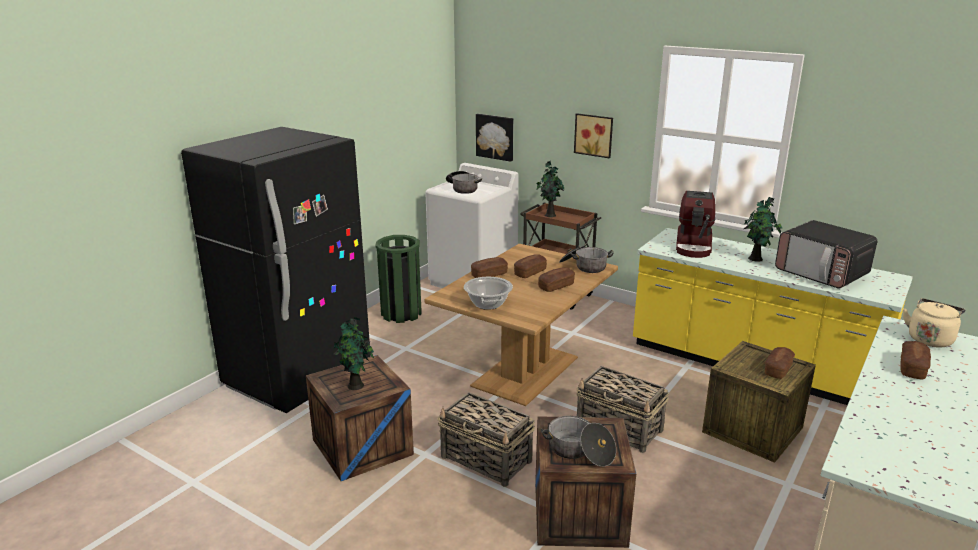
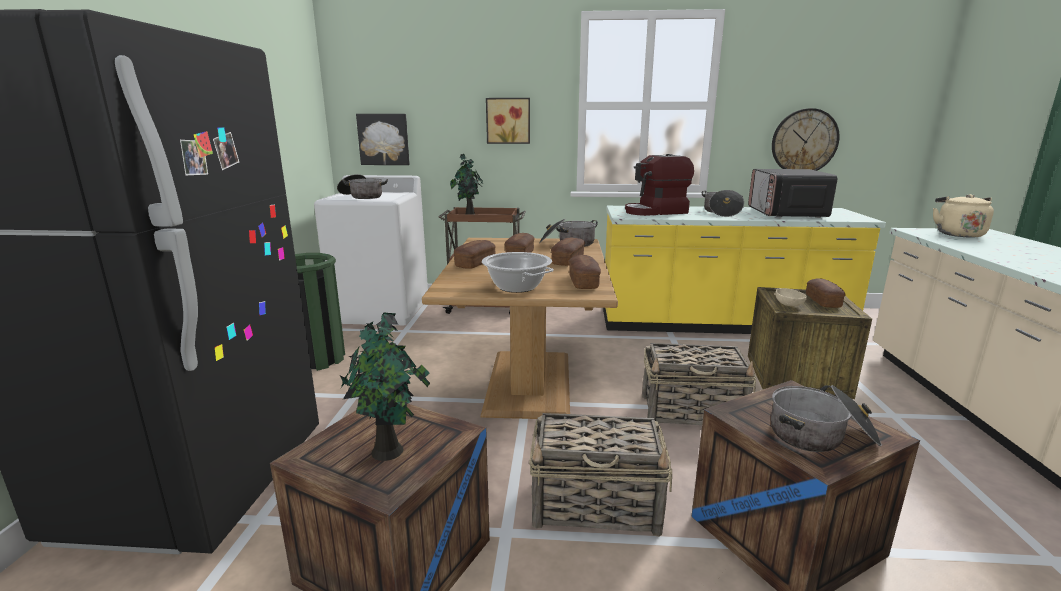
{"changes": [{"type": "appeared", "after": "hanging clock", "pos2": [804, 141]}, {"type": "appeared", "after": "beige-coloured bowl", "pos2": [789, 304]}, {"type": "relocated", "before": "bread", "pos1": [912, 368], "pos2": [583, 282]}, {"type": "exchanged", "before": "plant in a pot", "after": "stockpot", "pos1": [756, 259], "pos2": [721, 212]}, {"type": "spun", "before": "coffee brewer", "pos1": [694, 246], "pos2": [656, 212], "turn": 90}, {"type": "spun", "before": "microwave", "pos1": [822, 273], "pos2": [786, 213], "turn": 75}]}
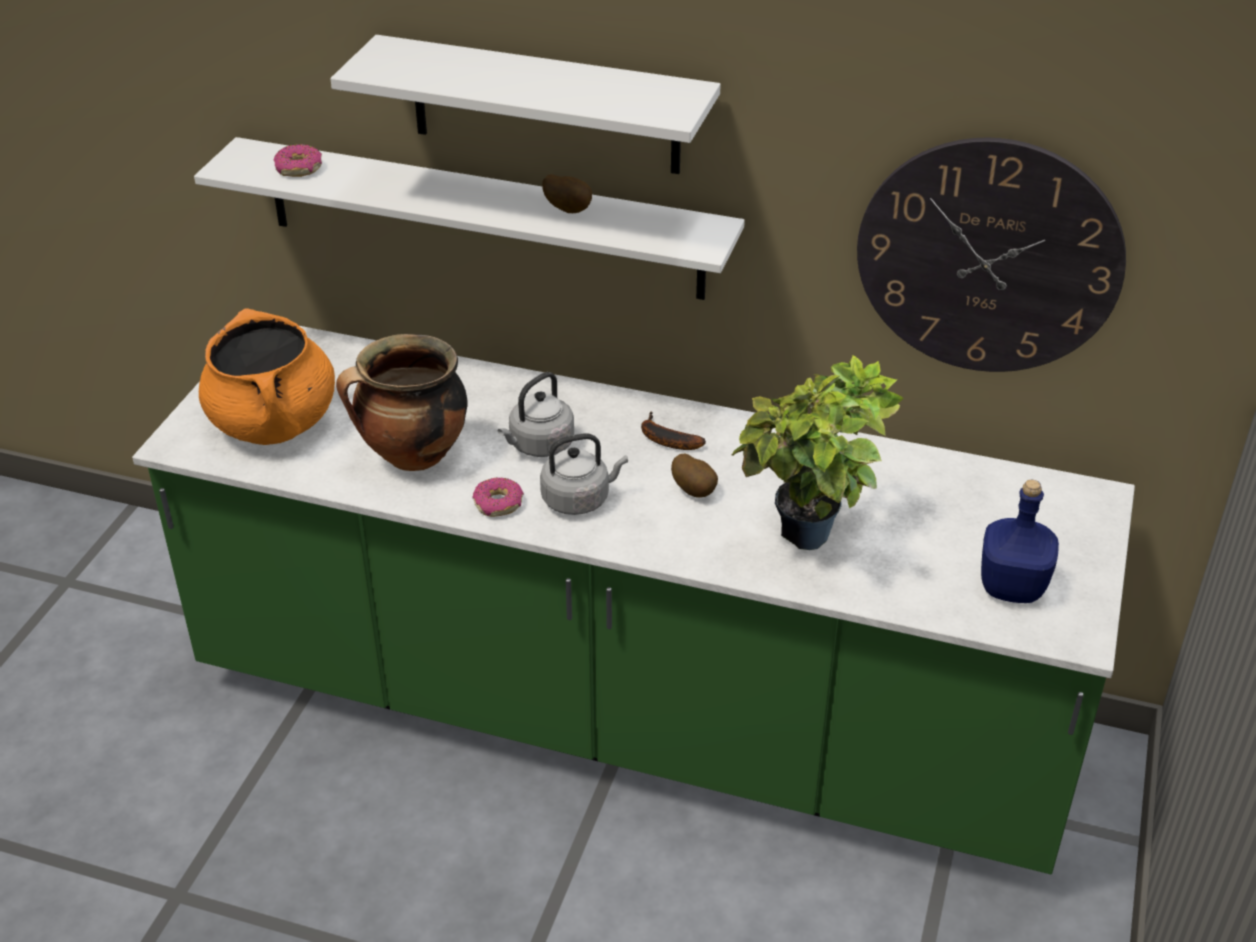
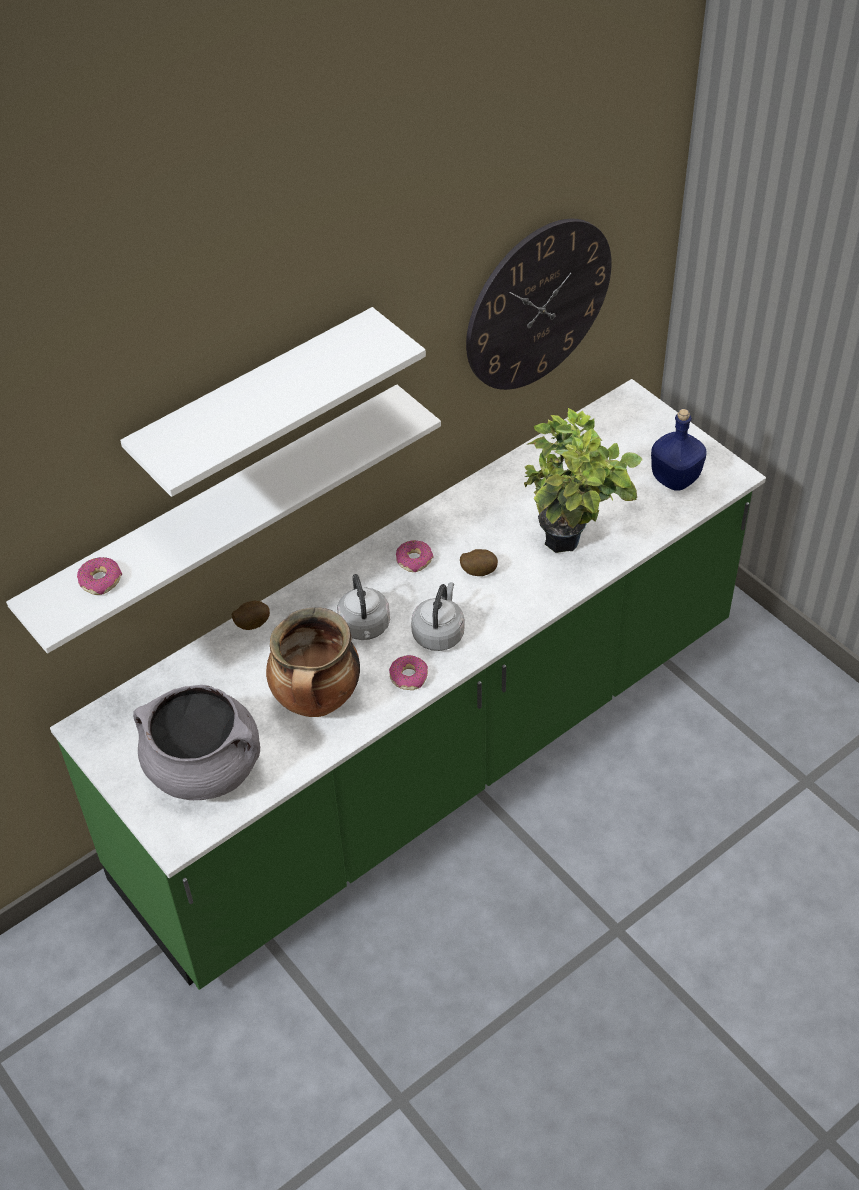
{"changes": [{"type": "relocated", "before": "whole potato", "pos1": [569, 209], "pos2": [251, 624]}, {"type": "exchanged", "before": "banana fruit", "after": "donut", "pos1": [665, 439], "pos2": [414, 560]}, {"type": "colour", "before": "orange-coloured stockpot", "after": "grey stockpot", "pos1": [274, 423], "pos2": [205, 767]}]}
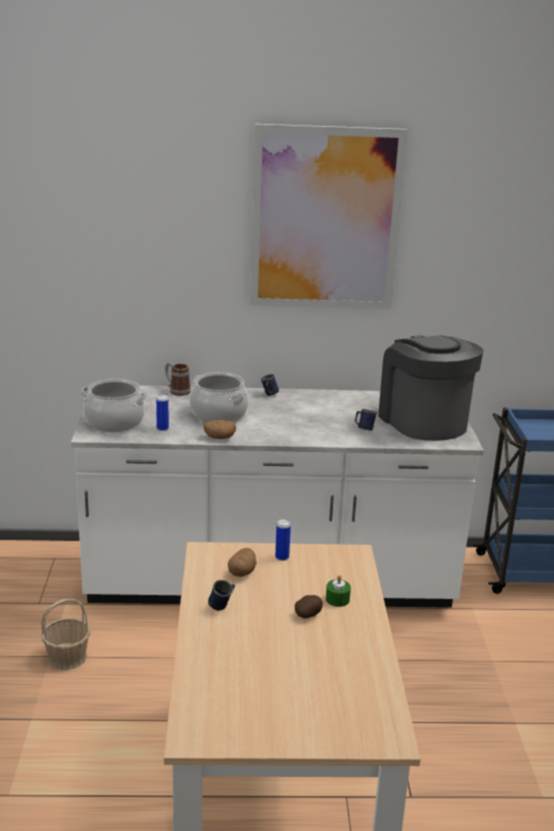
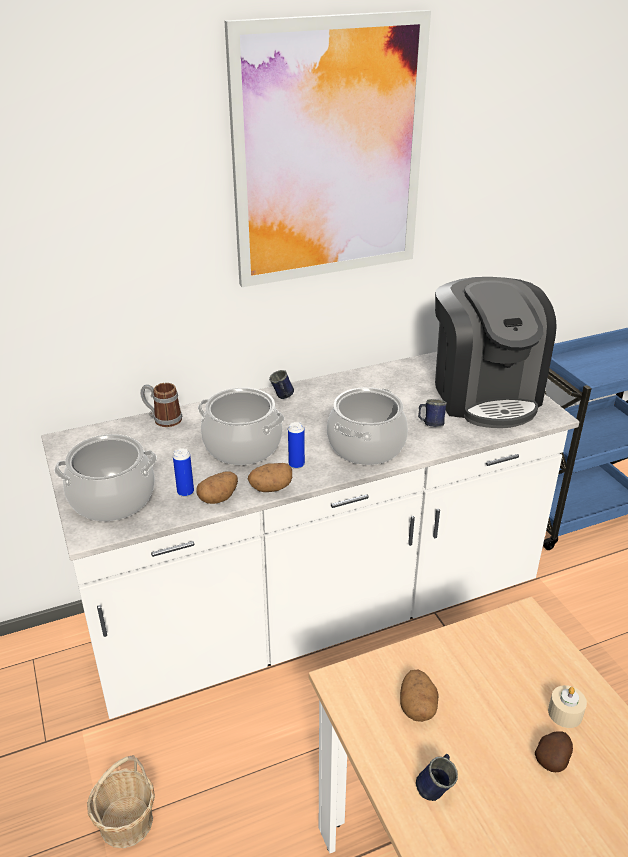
{"changes": [{"type": "appeared", "after": "whole potato", "pos2": [218, 498]}, {"type": "appeared", "after": "stockpot", "pos2": [366, 446]}, {"type": "relocated", "before": "sealed can", "pos1": [282, 557], "pos2": [296, 464]}, {"type": "colour", "before": "greenish candle", "after": "beige-coloured candle", "pos1": [337, 599], "pos2": [565, 713]}, {"type": "spun", "before": "coffee brewer", "pos1": [423, 421], "pos2": [484, 394], "turn": -150}]}
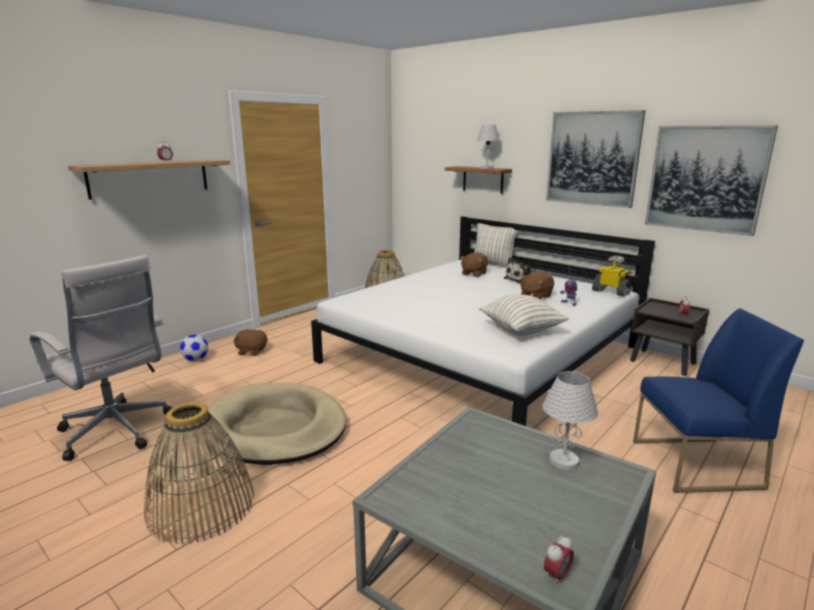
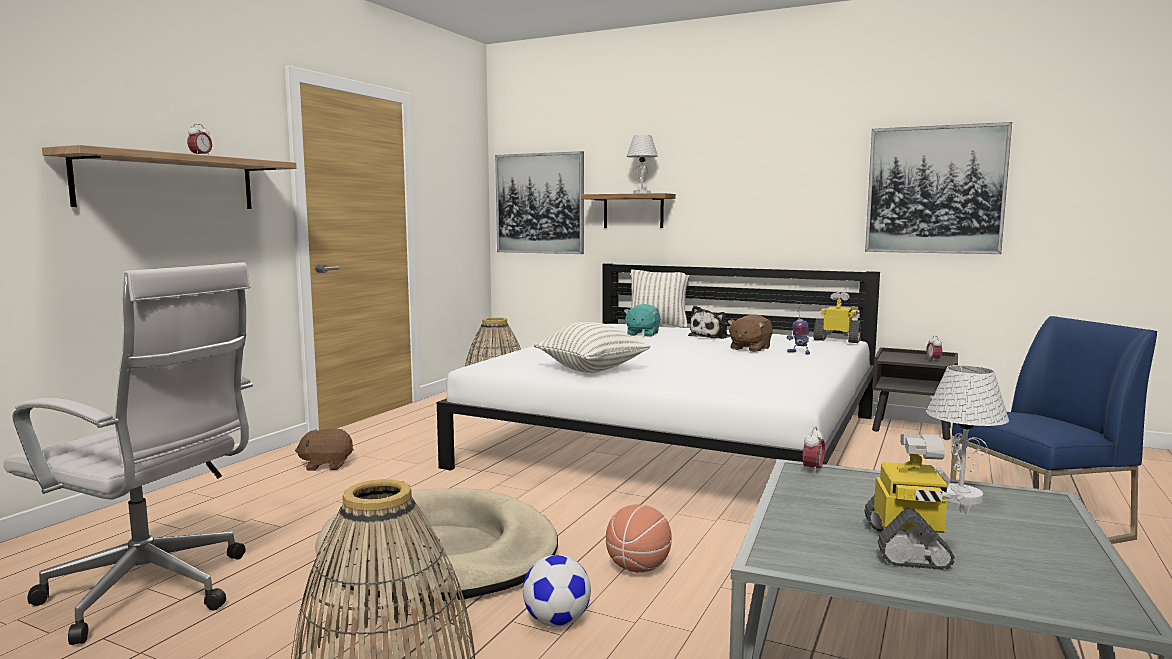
{"changes": [{"type": "appeared", "after": "ball for basketball", "pos2": [638, 568]}, {"type": "appeared", "after": "model robot", "pos2": [908, 546]}, {"type": "relocated", "before": "ball for football", "pos1": [195, 359], "pos2": [557, 621]}, {"type": "relocated", "before": "cushion", "pos1": [521, 330], "pos2": [591, 369]}, {"type": "relocated", "before": "table clock", "pos1": [557, 575], "pos2": [812, 470]}, {"type": "relocated", "before": "picture", "pos1": [592, 158], "pos2": [540, 203]}, {"type": "colour", "before": "brownish plush toy", "after": "blue-green plush toy", "pos1": [473, 273], "pos2": [642, 334]}]}
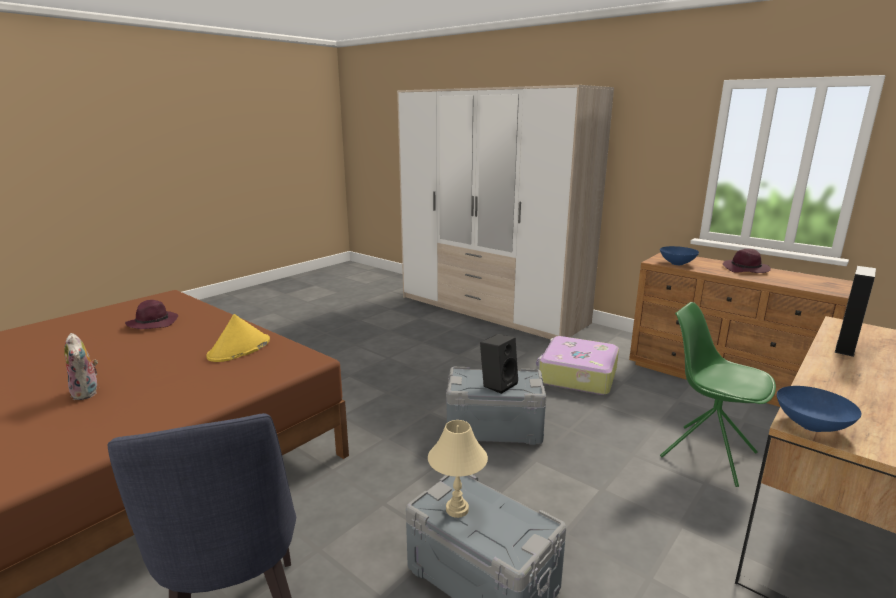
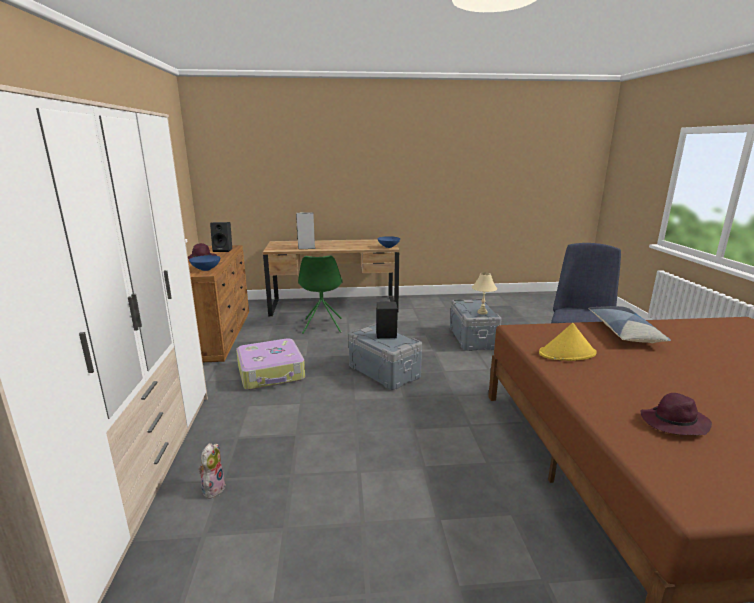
{"changes": [{"type": "appeared", "after": "blackish audio speaker", "pos2": [223, 250]}, {"type": "appeared", "after": "cushion", "pos2": [624, 332]}, {"type": "relocated", "before": "plush toy", "pos1": [87, 393], "pos2": [213, 488]}]}
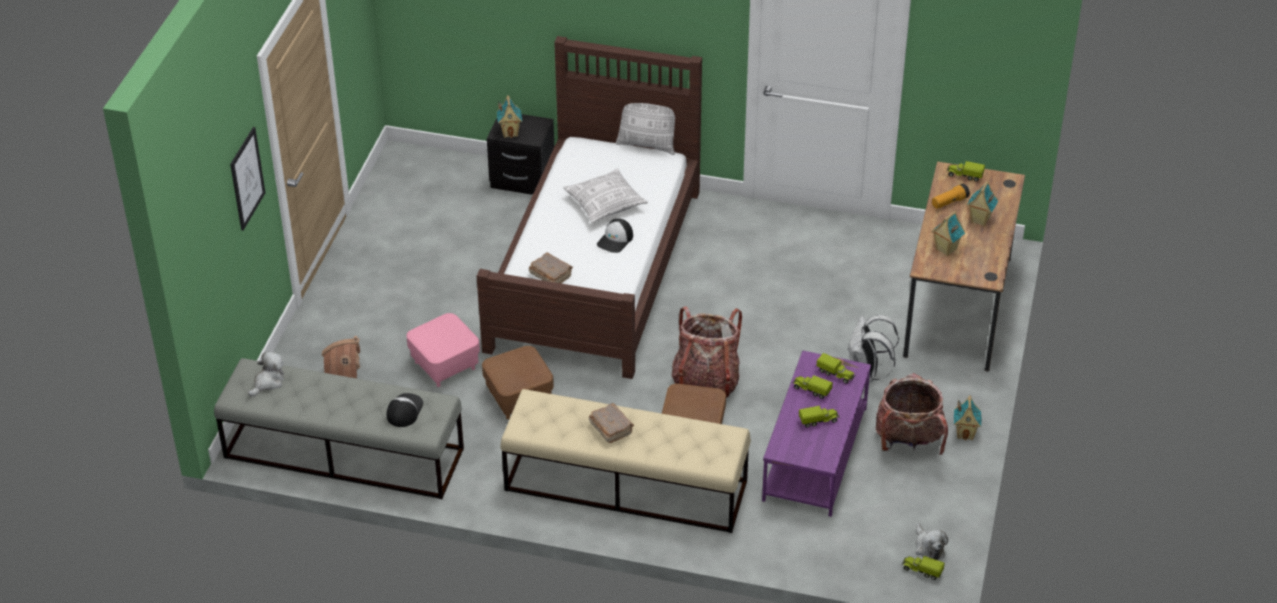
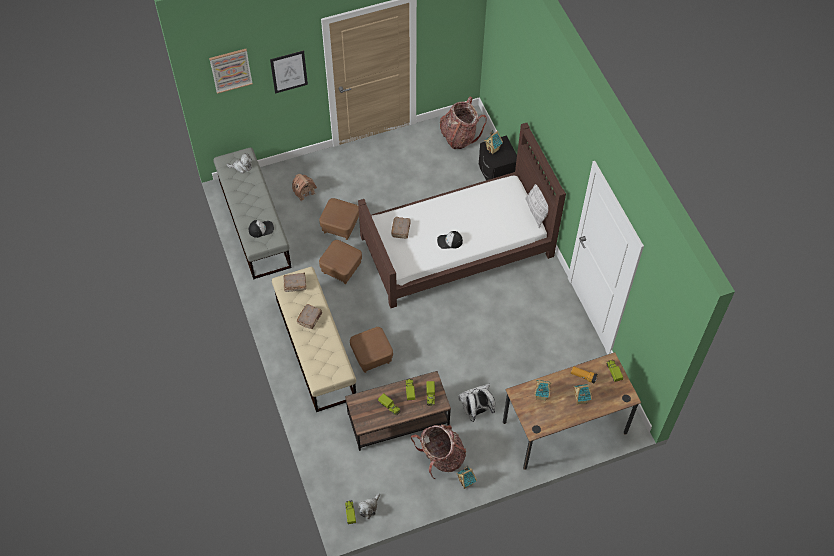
{"changes": [{"type": "missing", "before": "cushion", "pos1": [605, 204]}, {"type": "appeared", "after": "picture", "pos2": [231, 70]}, {"type": "appeared", "after": "brownish volume", "pos2": [294, 285]}, {"type": "relocated", "before": "knapsack", "pos1": [706, 381], "pos2": [459, 137]}, {"type": "colour", "before": "pinkish footrest", "after": "brownish footrest", "pos1": [445, 365], "pos2": [340, 226]}, {"type": "colour", "before": "purple low table", "after": "brownish low table", "pos1": [814, 453], "pos2": [398, 418]}]}
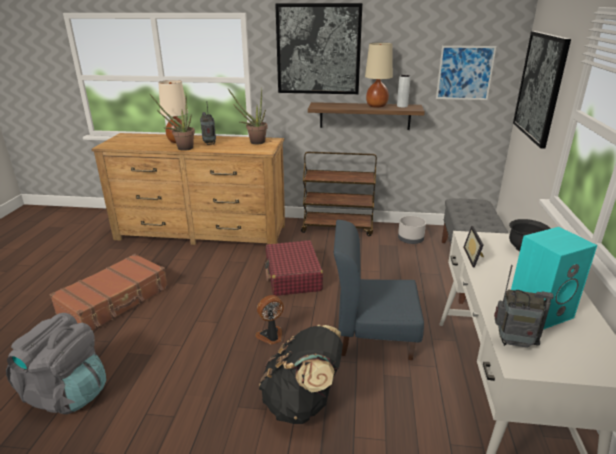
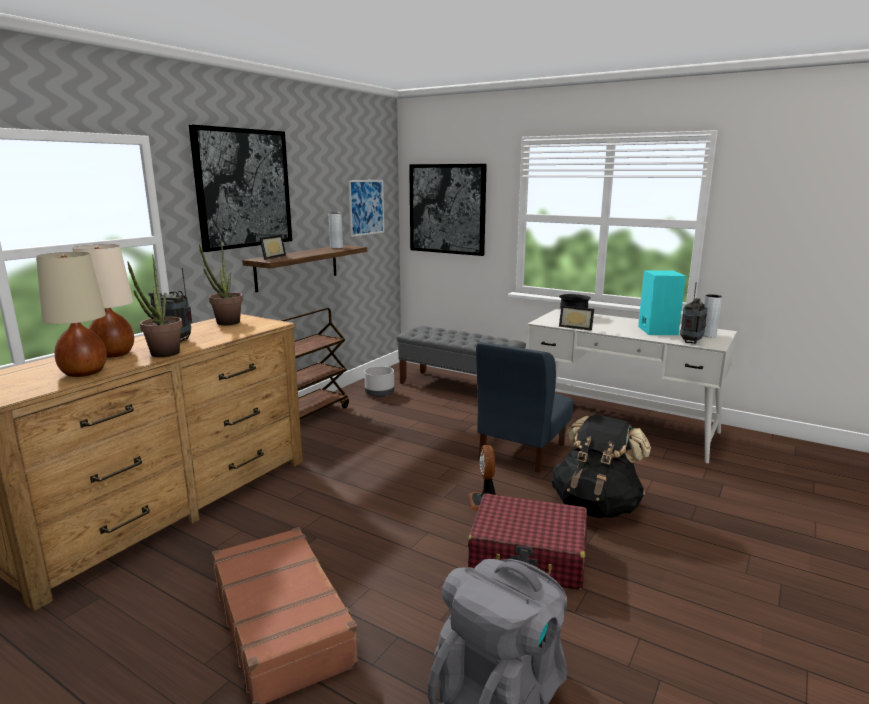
{"changes": [{"type": "appeared", "after": "standing frame", "pos2": [271, 257]}, {"type": "appeared", "after": "grey vase", "pos2": [708, 335]}, {"type": "relocated", "before": "reddish piece of luggage", "pos1": [293, 276], "pos2": [528, 555]}, {"type": "relocated", "before": "beige-coloured table lamp", "pos1": [376, 106], "pos2": [83, 373]}]}
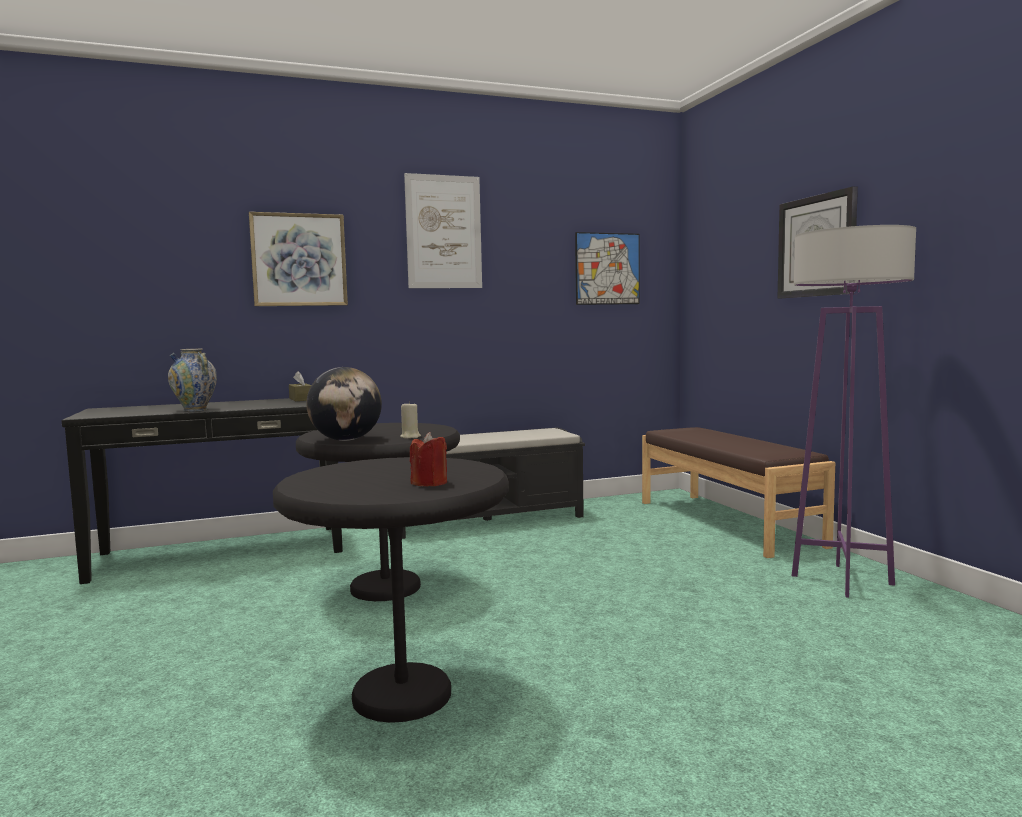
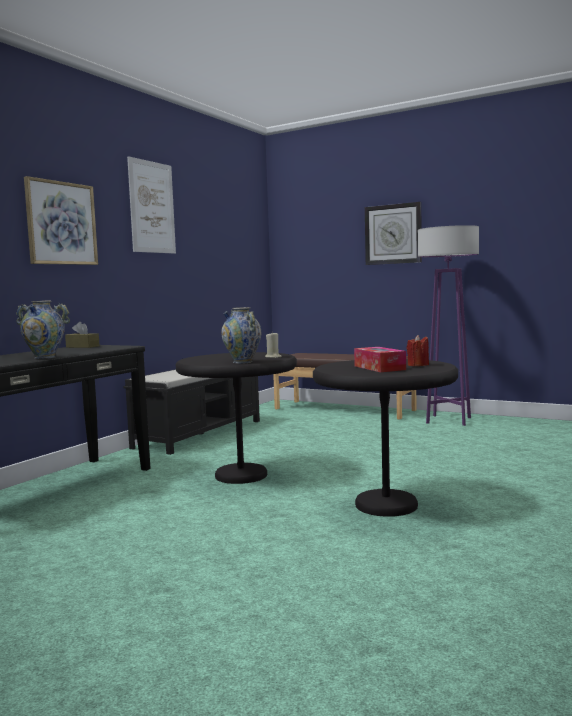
{"changes": [{"type": "missing", "before": "picture", "pos1": [607, 269]}, {"type": "appeared", "after": "tissue box", "pos2": [379, 368]}, {"type": "exchanged", "before": "world globe", "after": "vase", "pos1": [346, 440], "pos2": [242, 362]}]}
